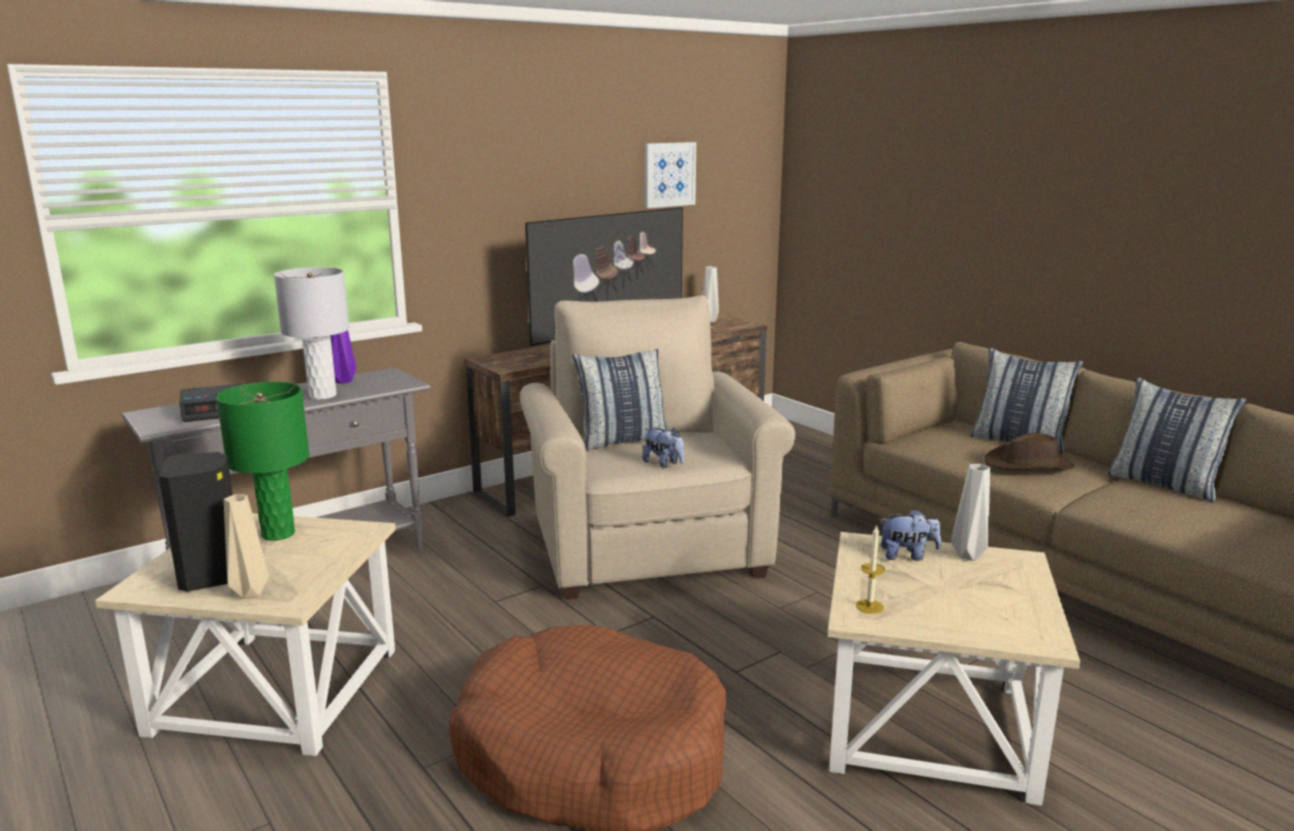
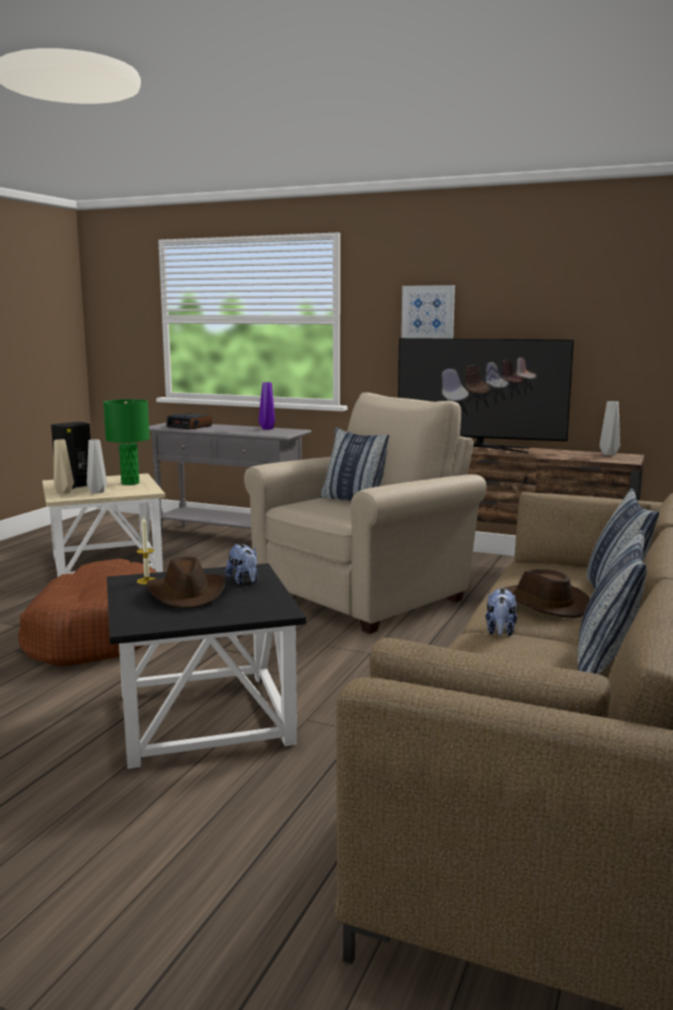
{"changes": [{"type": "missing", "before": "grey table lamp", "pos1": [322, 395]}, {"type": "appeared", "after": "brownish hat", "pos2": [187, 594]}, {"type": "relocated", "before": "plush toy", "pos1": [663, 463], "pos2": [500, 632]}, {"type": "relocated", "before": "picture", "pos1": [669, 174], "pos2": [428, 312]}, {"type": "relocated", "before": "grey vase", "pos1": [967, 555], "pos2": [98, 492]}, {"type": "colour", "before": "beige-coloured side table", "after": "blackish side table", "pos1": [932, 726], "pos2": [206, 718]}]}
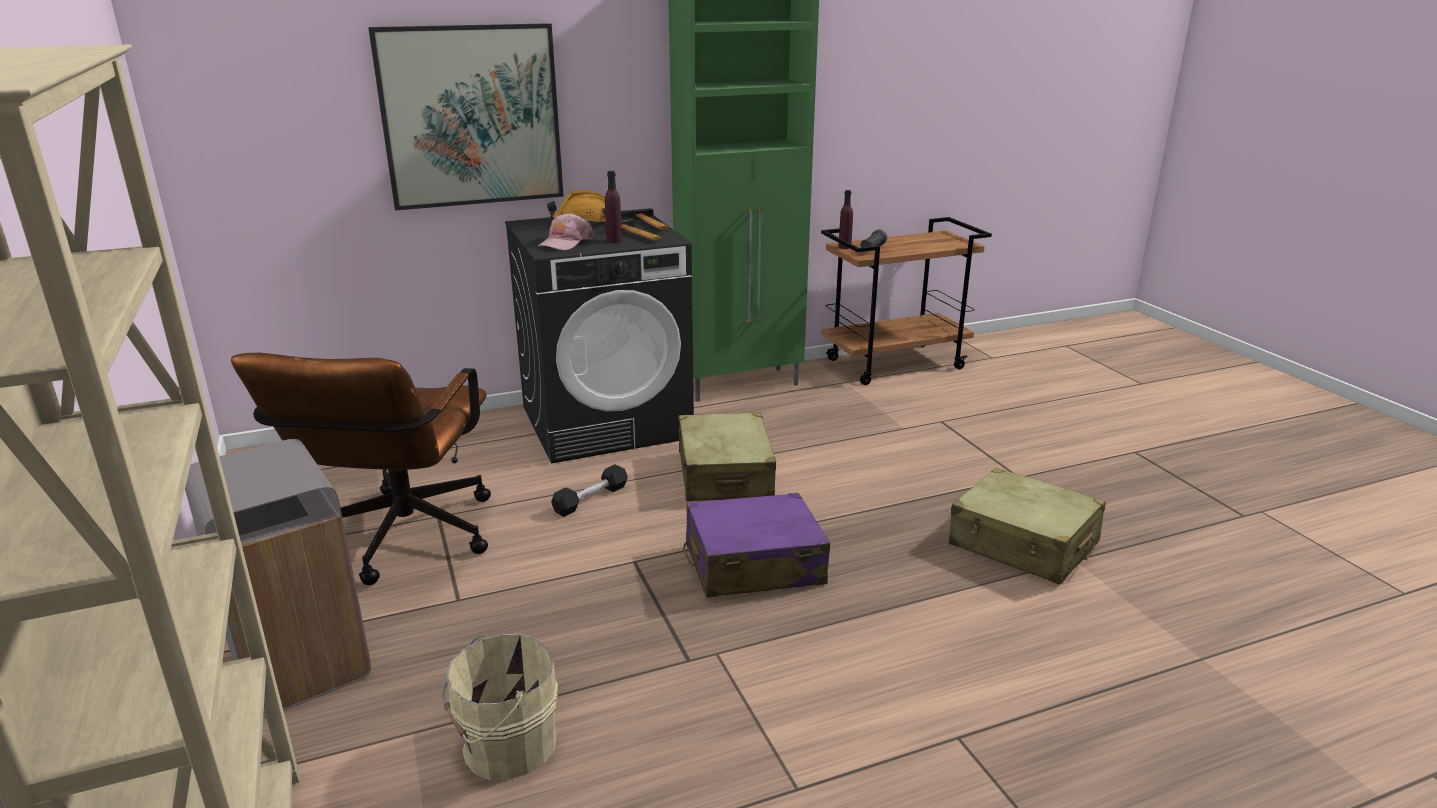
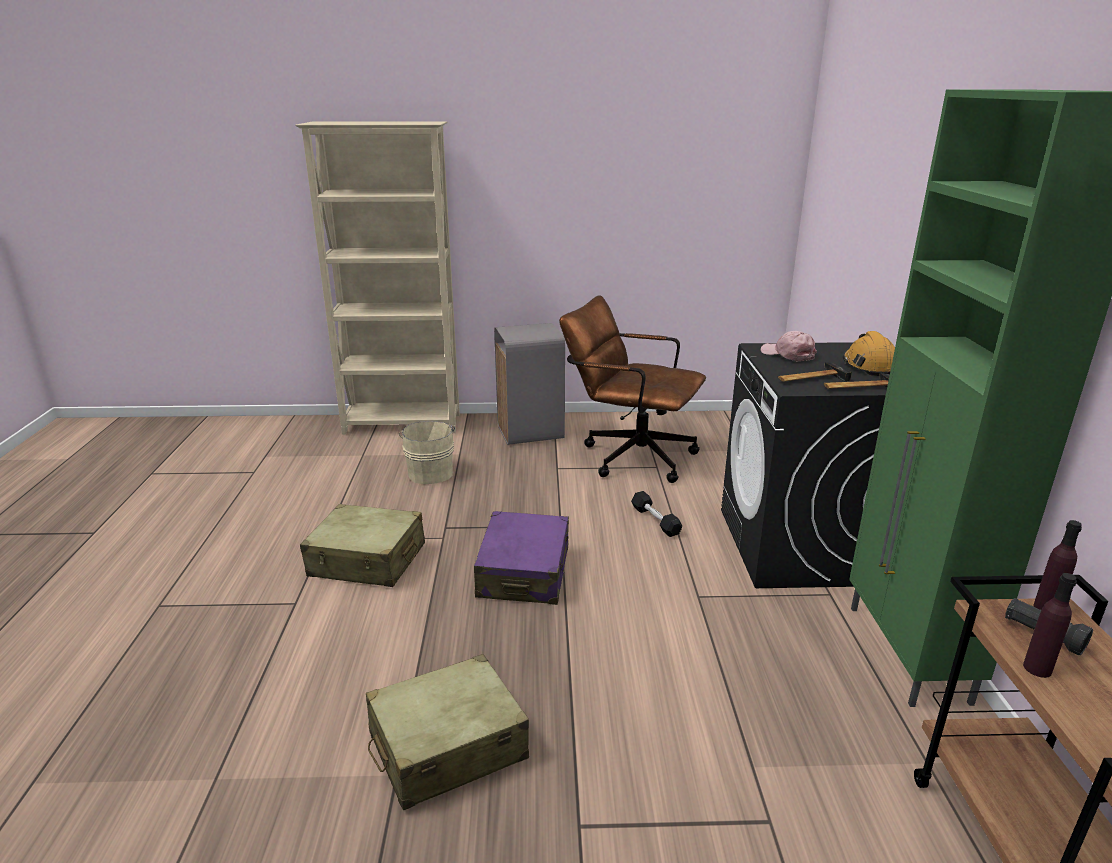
{"changes": [{"type": "missing", "before": "picture", "pos1": [471, 116]}, {"type": "relocated", "before": "purple drink bottle", "pos1": [614, 240], "pos2": [1037, 668]}, {"type": "relocated", "before": "beige-coloured piece of luggage", "pos1": [725, 474], "pos2": [367, 560]}]}
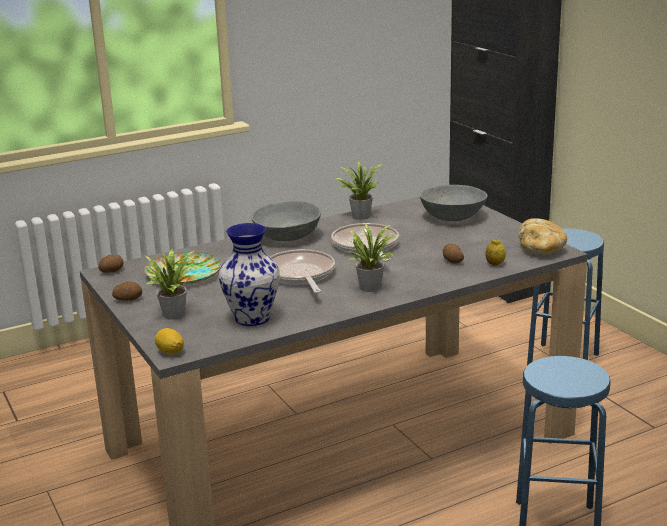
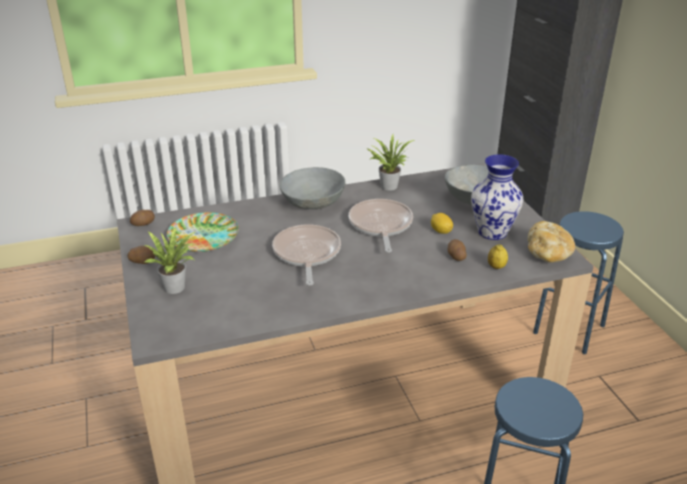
{"changes": [{"type": "missing", "before": "plant in a pot", "pos1": [370, 286]}, {"type": "relocated", "before": "citrus fruit", "pos1": [170, 352], "pos2": [441, 231]}, {"type": "relocated", "before": "vase", "pos1": [253, 318], "pos2": [493, 232]}]}
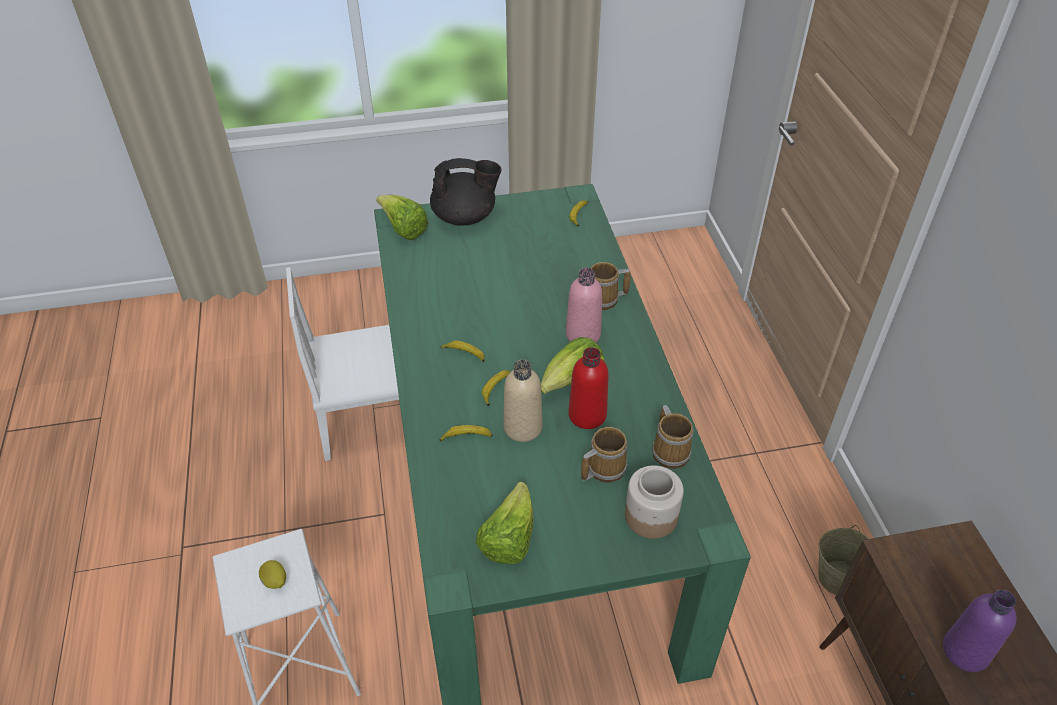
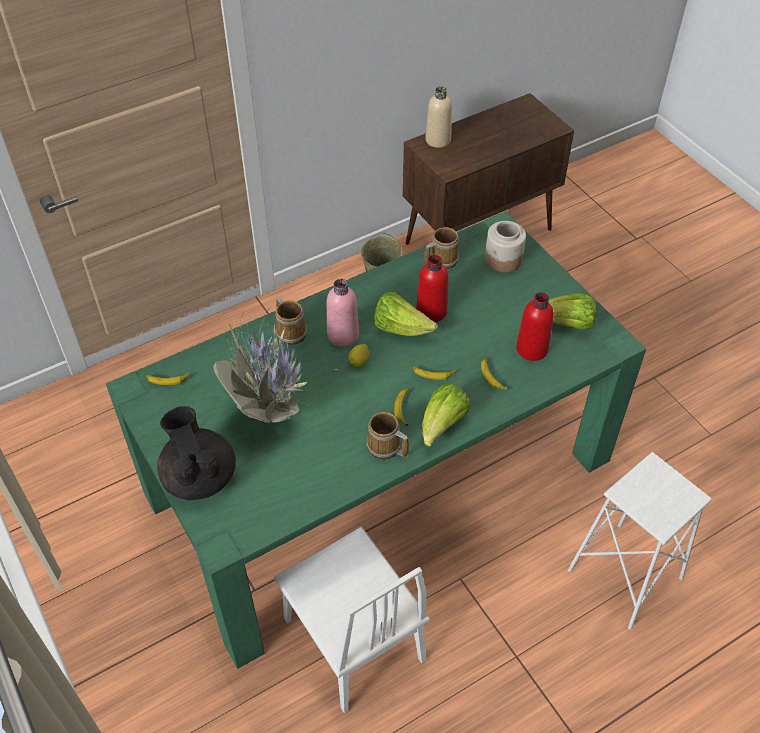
{"changes": [{"type": "missing", "before": "purple drink bottle", "pos1": [965, 651]}, {"type": "appeared", "after": "plant in a pot", "pos2": [270, 410]}, {"type": "appeared", "after": "reddish drink bottle", "pos2": [532, 349]}, {"type": "relocated", "before": "citrus fruit", "pos1": [275, 581], "pos2": [359, 361]}, {"type": "relocated", "before": "lettuce", "pos1": [403, 229], "pos2": [442, 425]}, {"type": "relocated", "before": "beige-coloured drink bottle", "pos1": [522, 427], "pos2": [438, 140]}, {"type": "relocated", "before": "mug", "pos1": [603, 468], "pos2": [385, 448]}]}
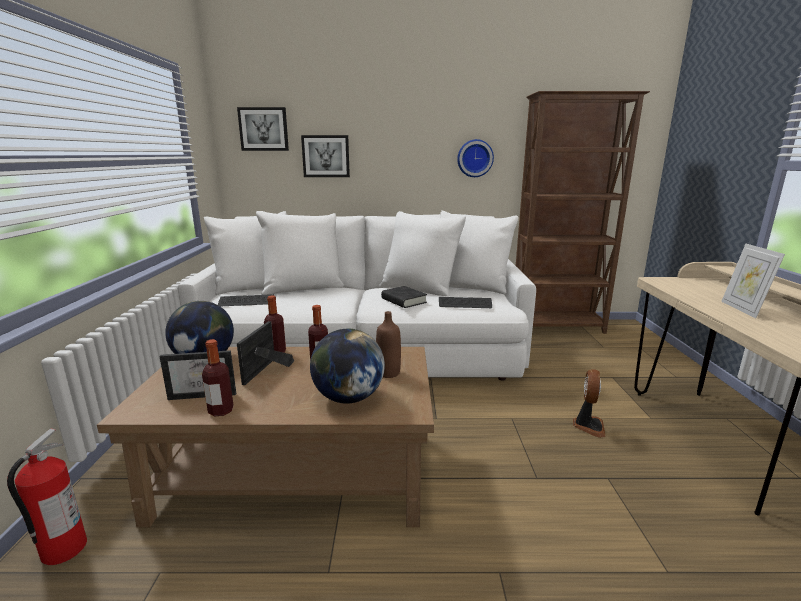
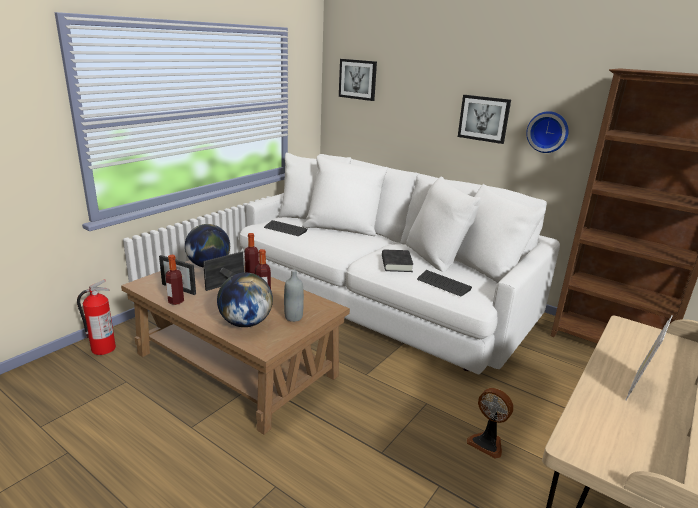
{"changes": [{"type": "relocated", "before": "picture", "pos1": [326, 156], "pos2": [484, 118]}, {"type": "colour", "before": "brownish drink bottle", "after": "grey drink bottle", "pos1": [388, 373], "pos2": [293, 317]}, {"type": "spun", "before": "fan", "pos1": [588, 426], "pos2": [487, 442], "turn": 75}]}
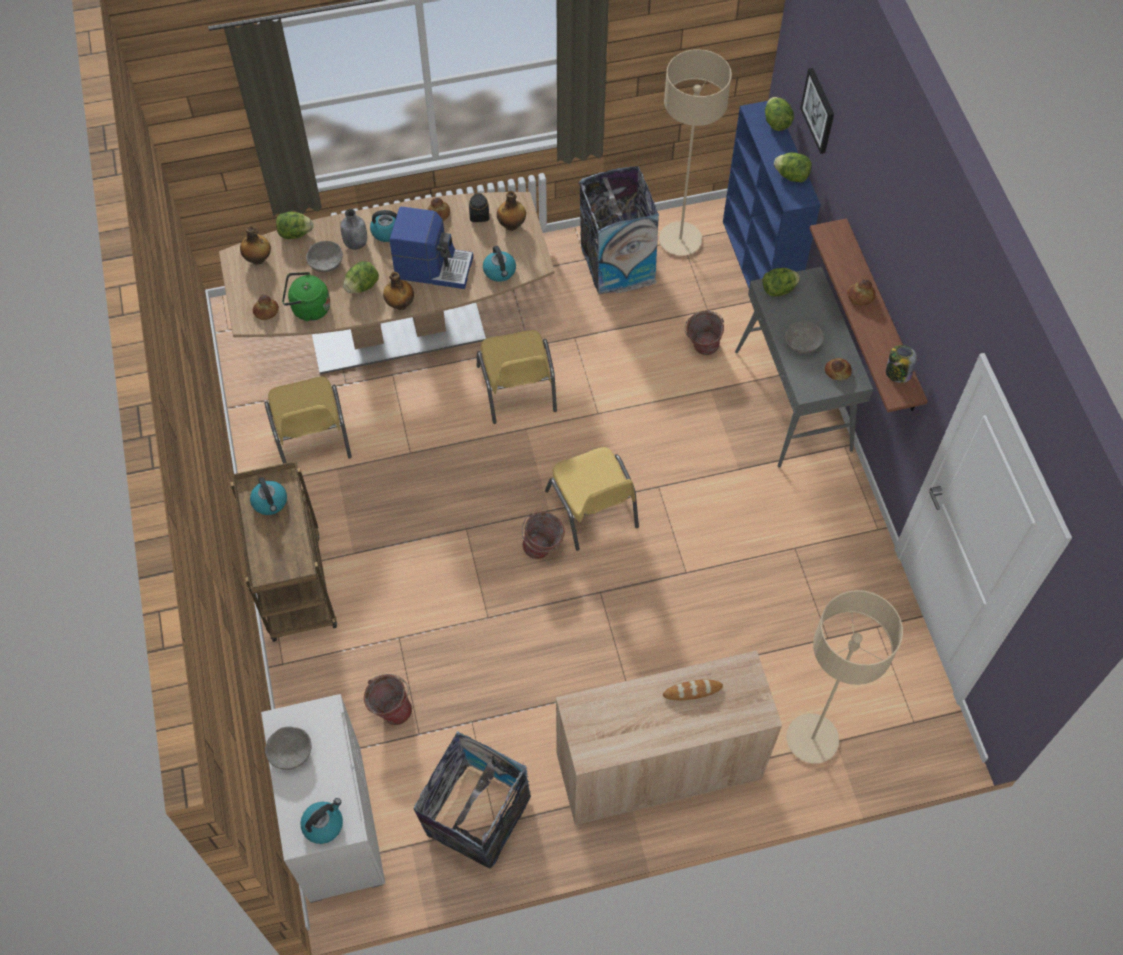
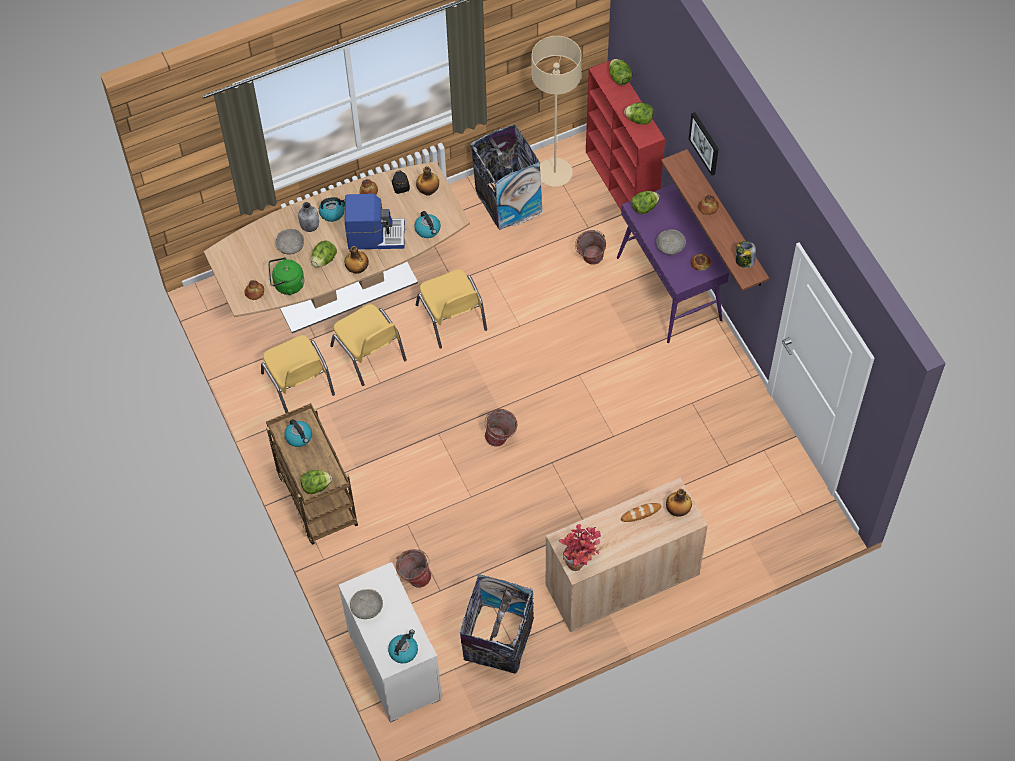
{"changes": [{"type": "missing", "before": "beige-coloured standing lamp", "pos1": [812, 739]}, {"type": "appeared", "after": "plant in a pot", "pos2": [580, 562]}, {"type": "relocated", "before": "drink bottle", "pos1": [258, 259], "pos2": [678, 510]}, {"type": "relocated", "before": "lettuce", "pos1": [295, 233], "pos2": [316, 486]}, {"type": "relocated", "before": "yellowish chair", "pos1": [593, 510], "pos2": [369, 354]}, {"type": "relocated", "before": "picture", "pos1": [819, 110], "pos2": [705, 143]}, {"type": "colour", "before": "blue-coloured shelving unit", "after": "reddish shelving unit", "pos1": [758, 268], "pos2": [622, 186]}, {"type": "colour", "before": "grey narrow table", "after": "purple narrow table", "pos1": [793, 401], "pos2": [669, 289]}]}
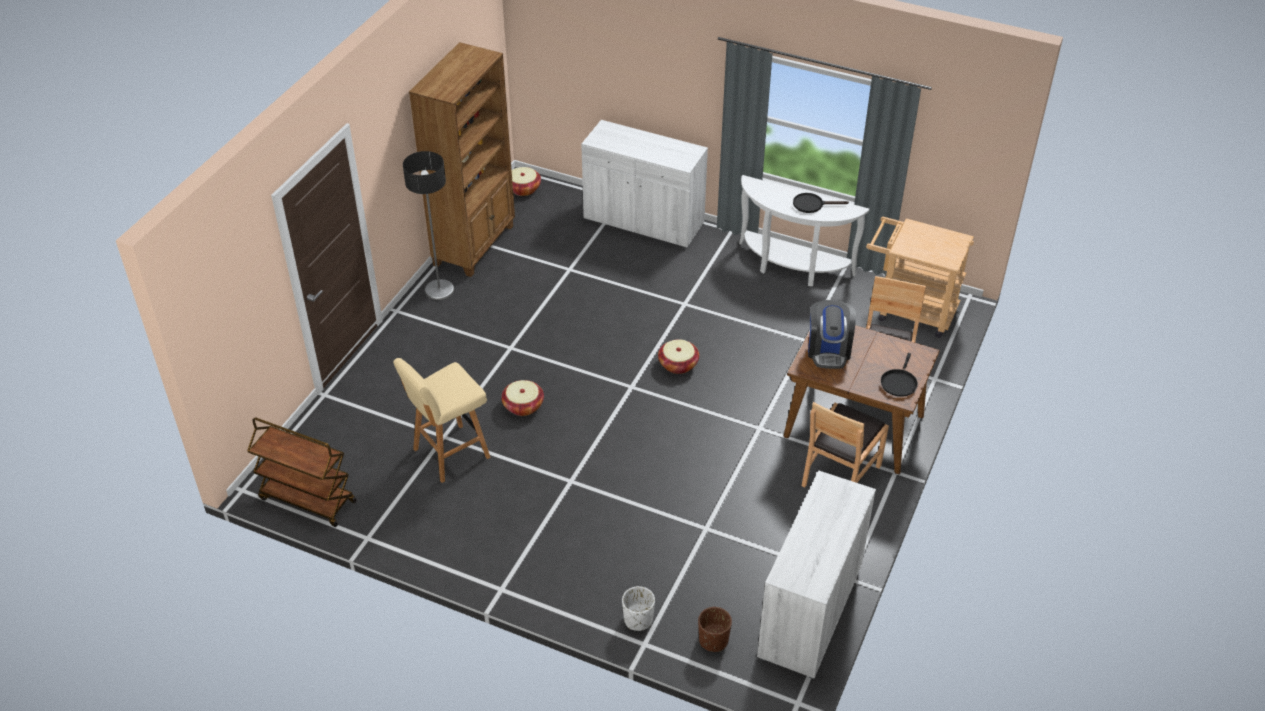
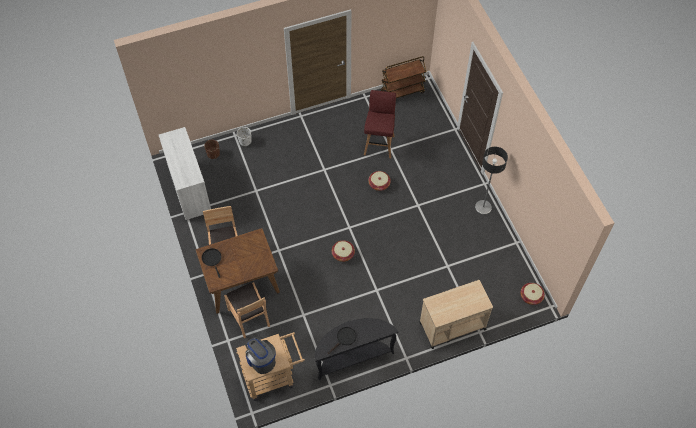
{"changes": [{"type": "missing", "before": "brownish shelving unit", "pos1": [475, 245]}, {"type": "relocated", "before": "coffee brewer", "pos1": [829, 350], "pos2": [261, 360]}, {"type": "exchanged", "before": "white storage cabinet", "after": "beige-coloured trolley", "pos1": [643, 221], "pos2": [452, 326]}, {"type": "colour", "before": "beige-coloured sitting stool", "after": "reddish sitting stool", "pos1": [449, 454], "pos2": [379, 144]}, {"type": "colour", "before": "white narrow table", "after": "blackish narrow table", "pos1": [792, 267], "pos2": [352, 357]}]}
